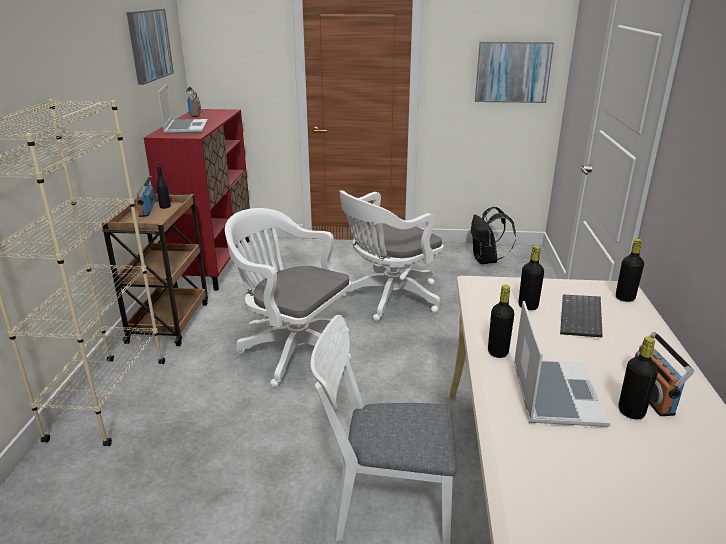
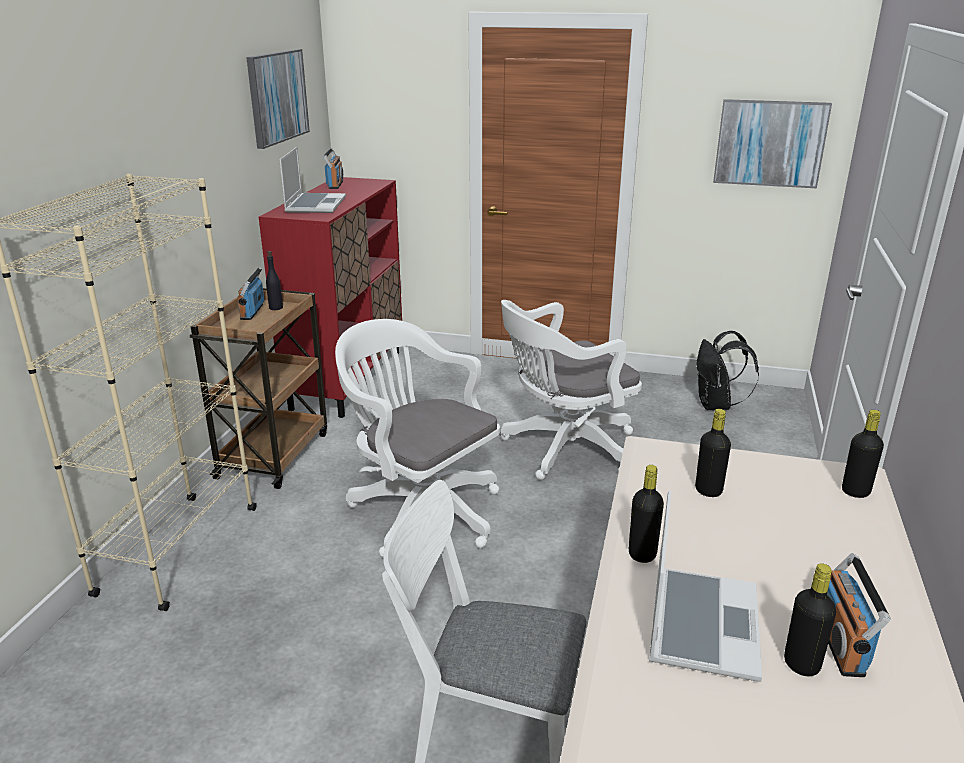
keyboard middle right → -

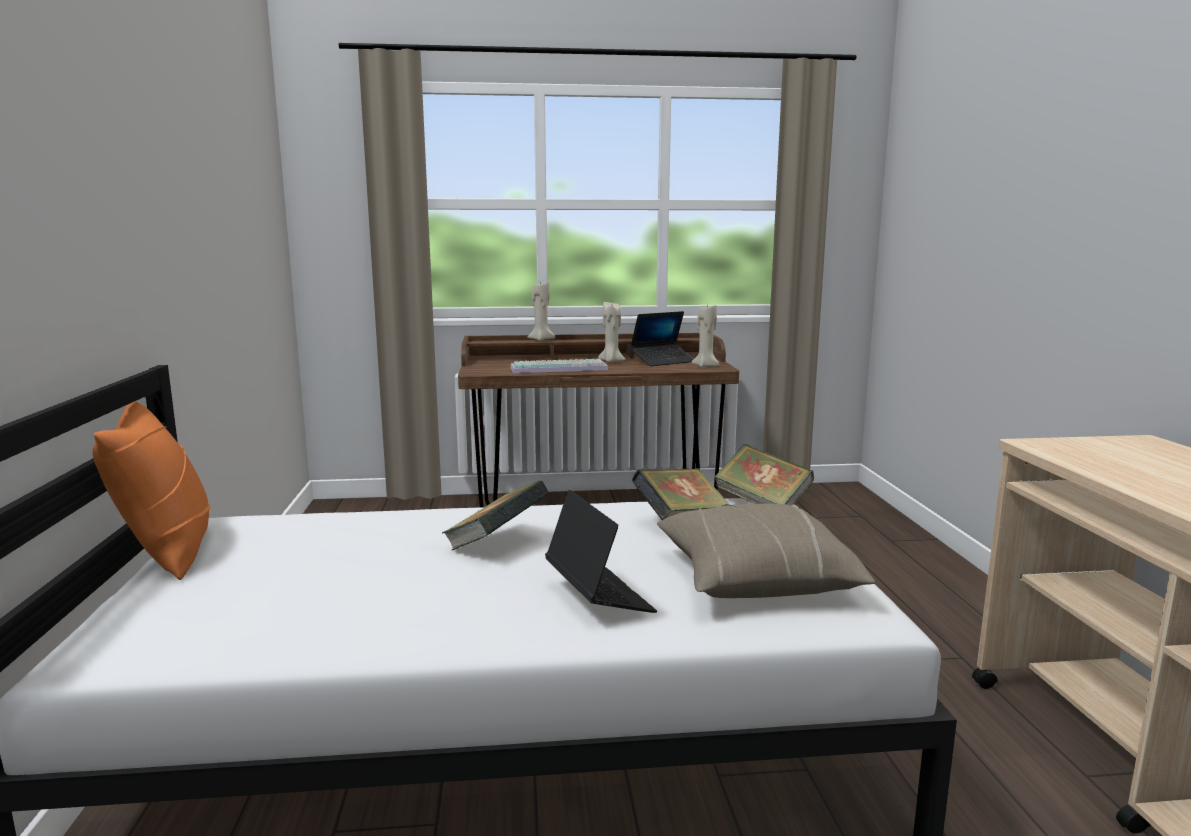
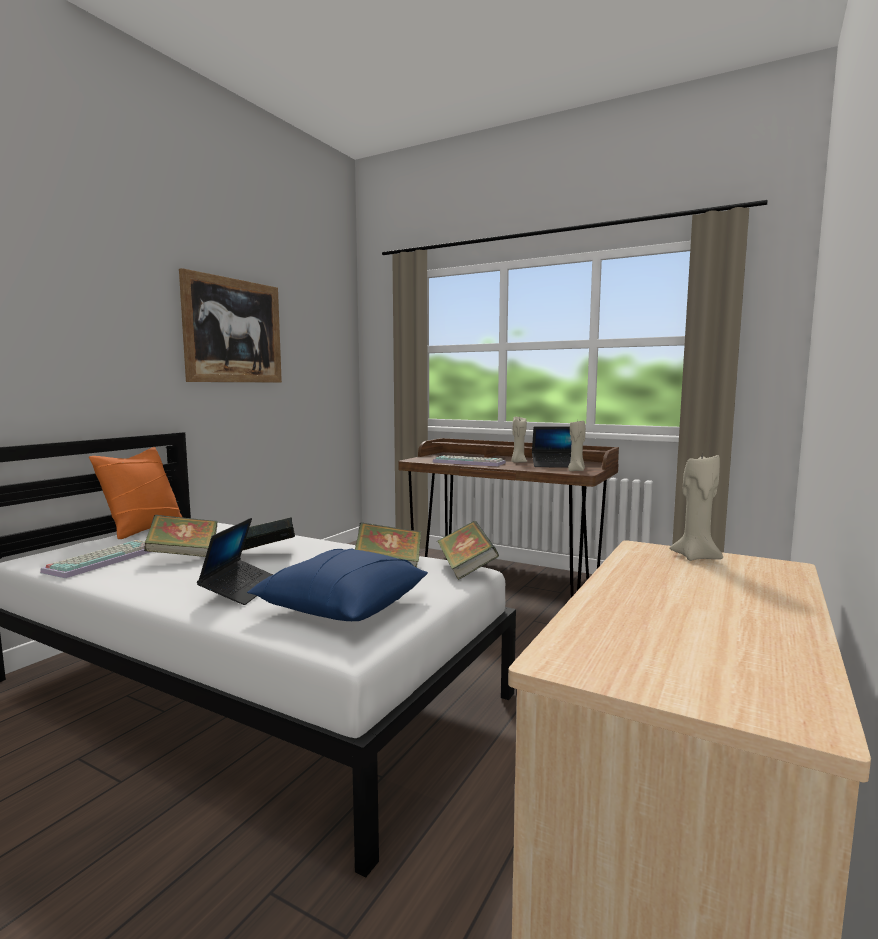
beige candle (no. 1 from left in the first image) centre → beige candle (no. 3 from left) middle right, shifted
beige pillow centre → blue pillow centre
- → keyboard (no. 1 from left) middle left
- → book (no. 1 from left) middle left
- → picture middle left

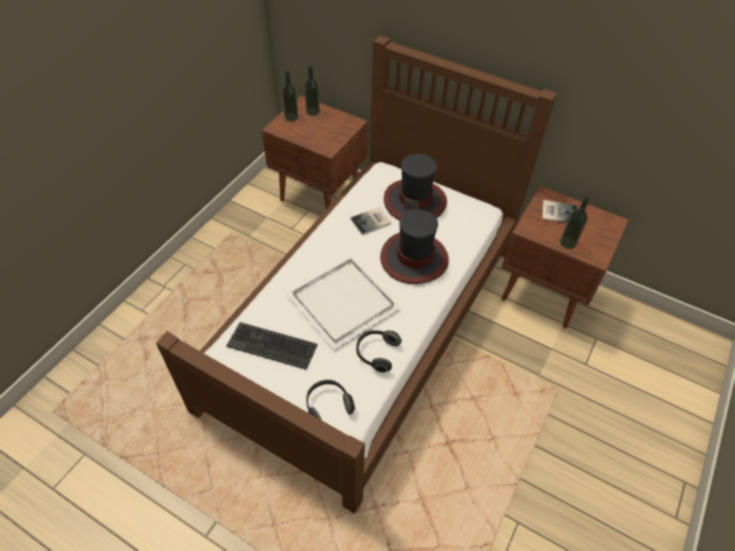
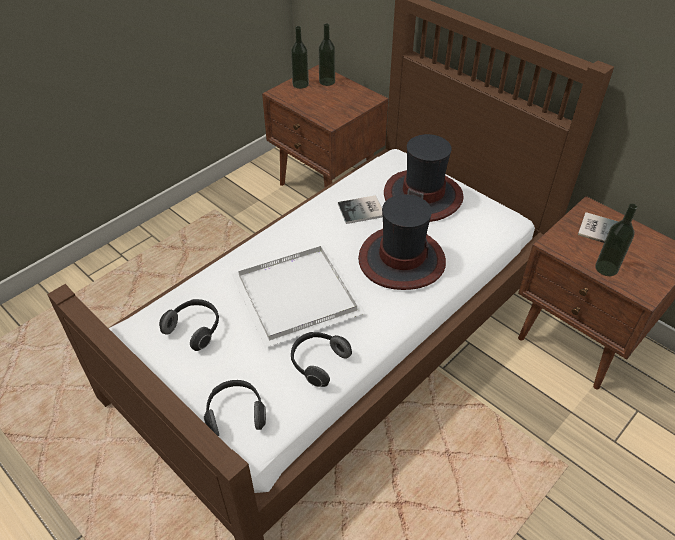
keyboard centre → headphones (no. 1 from left) middle left

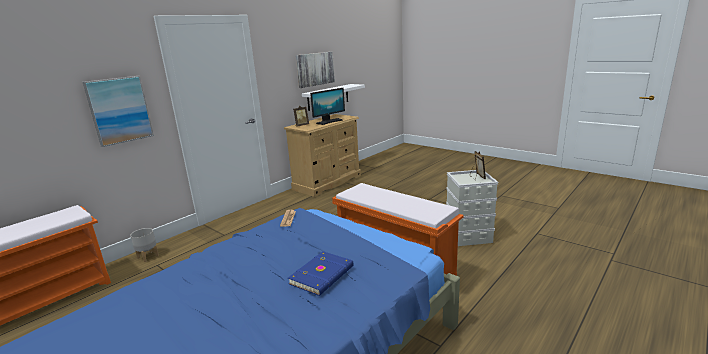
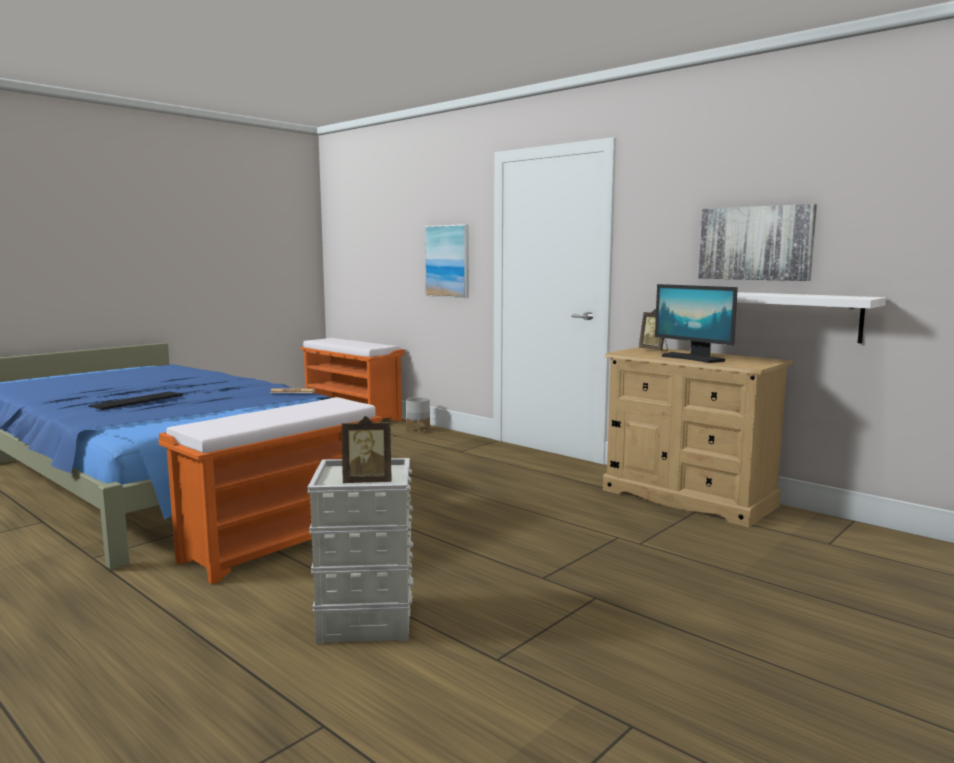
blue book bottom centre → keyboard middle left

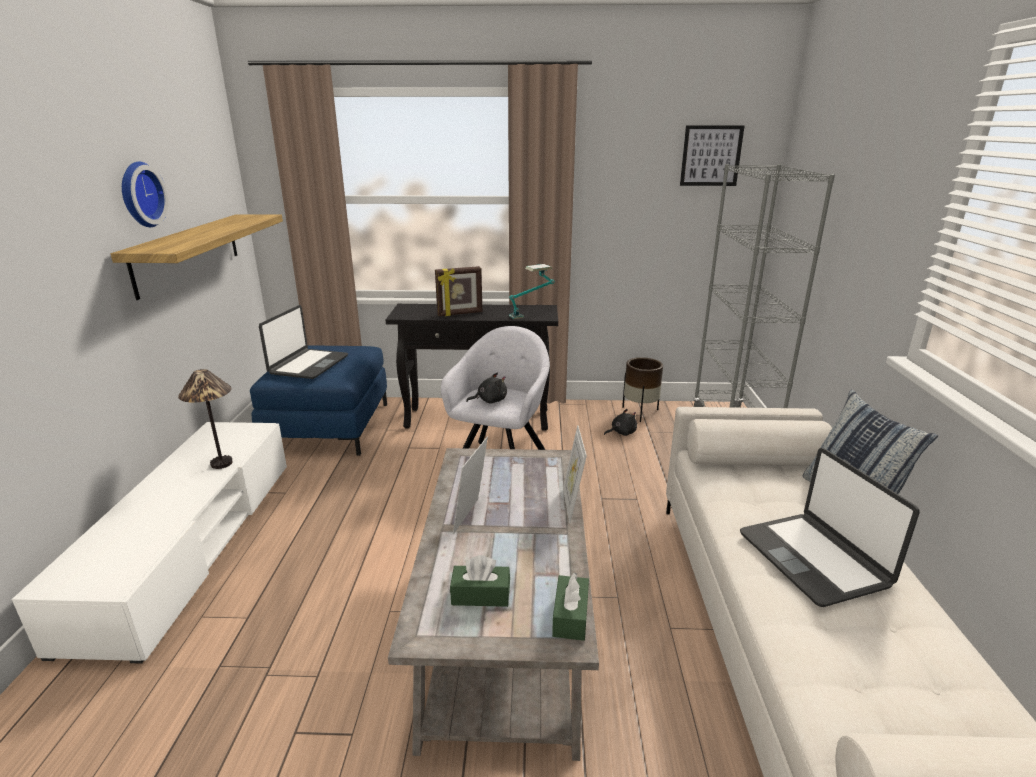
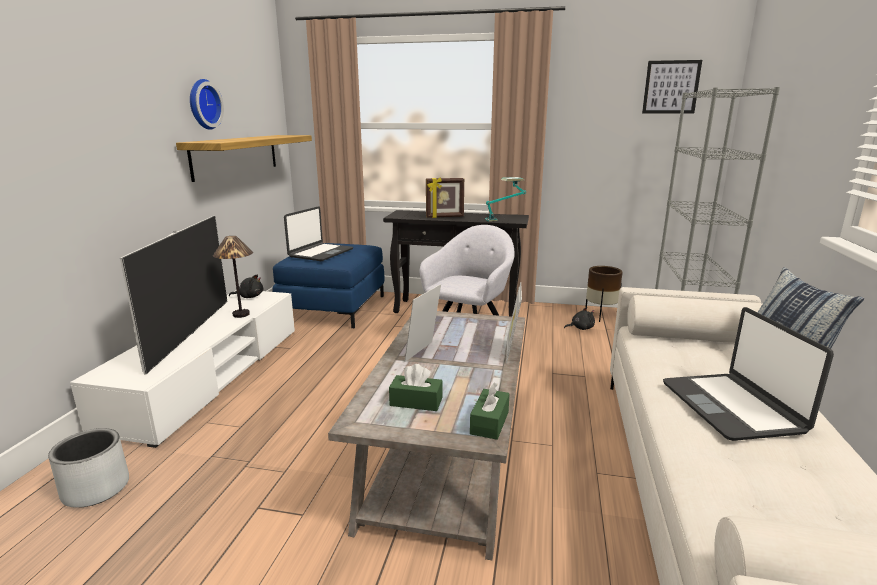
black plush toy (no. 1 from left) centre → black plush toy (no. 1 from left) middle left, shifted
- → grey planter bottom left
- → television middle left

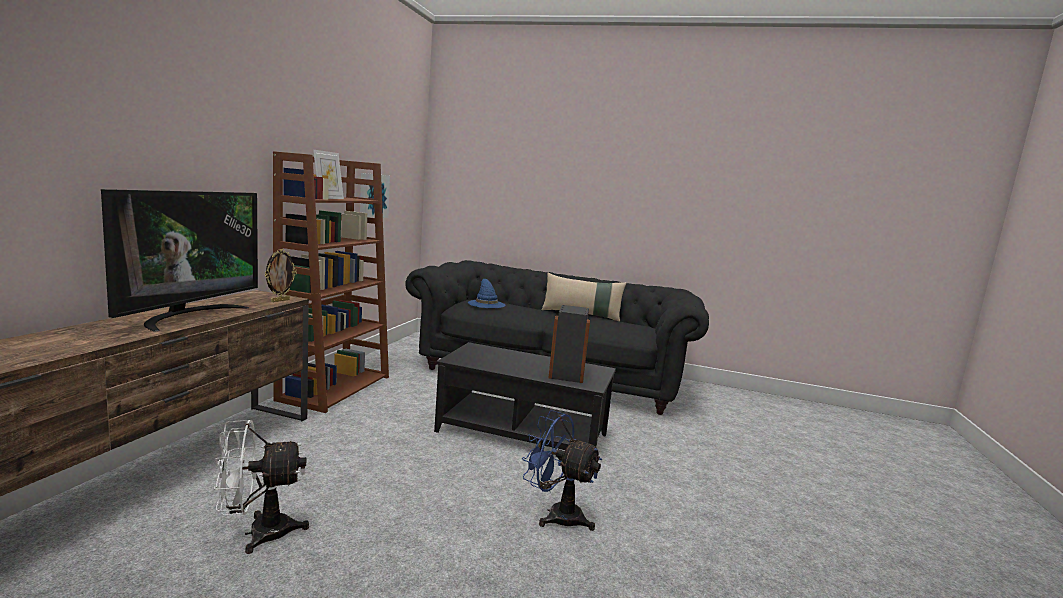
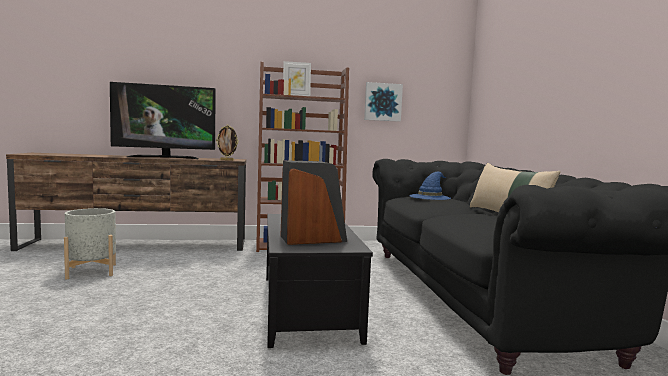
white fan bottom left → grey planter middle left
blue fan bottom centre → -

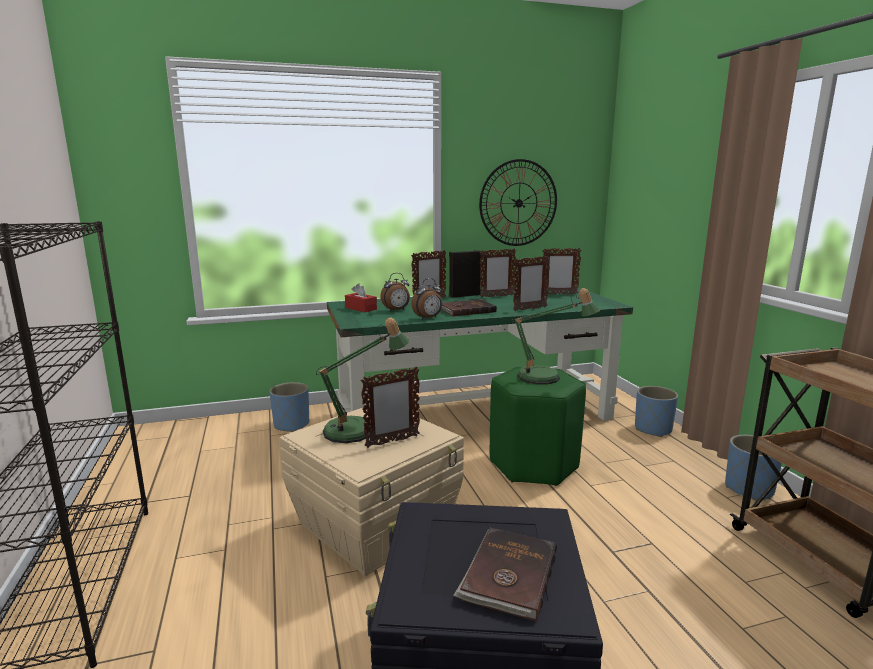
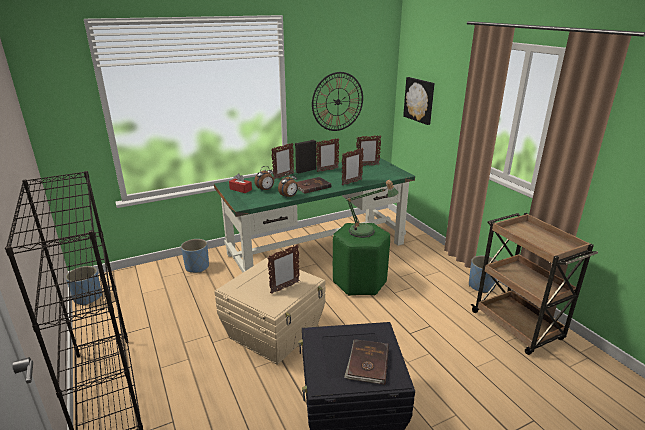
table lamp (no. 1 from left) centre → -
blue planter (no. 2 from left in the first image) middle right → blue planter (no. 1 from left) middle left, shifted
- → picture top centre

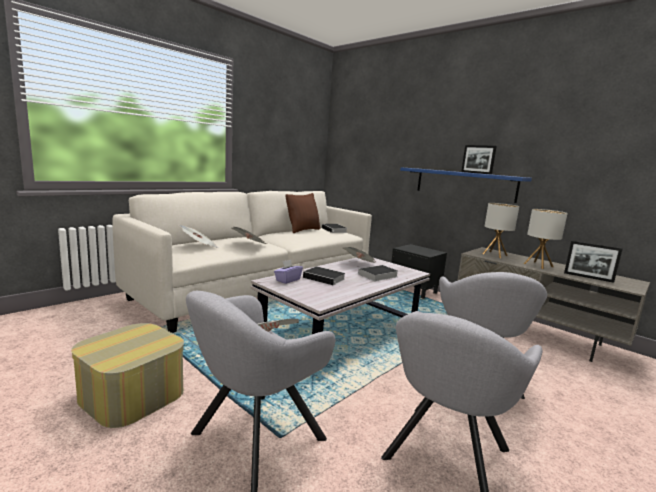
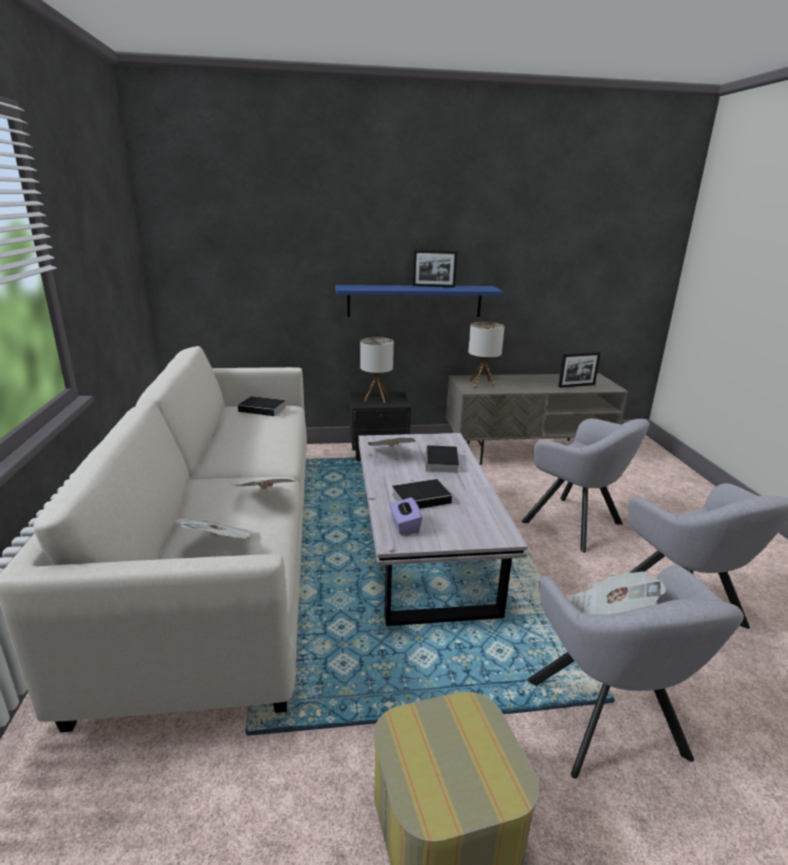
brown pillow centre → -
table lamp (no. 2 from left in the first image) middle right → table lamp (no. 1 from left) centre, shifted

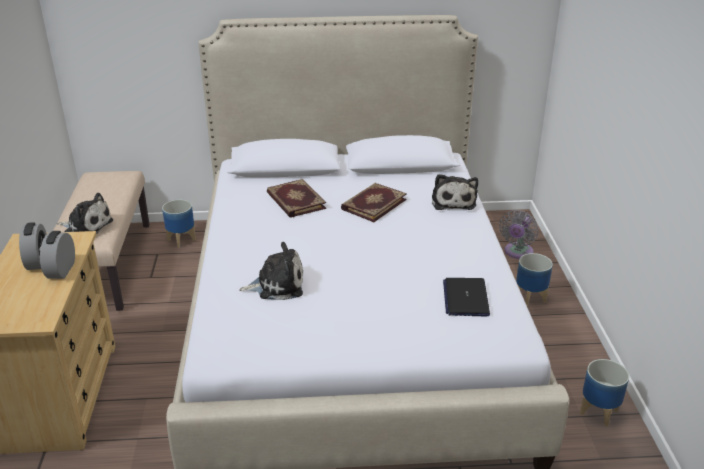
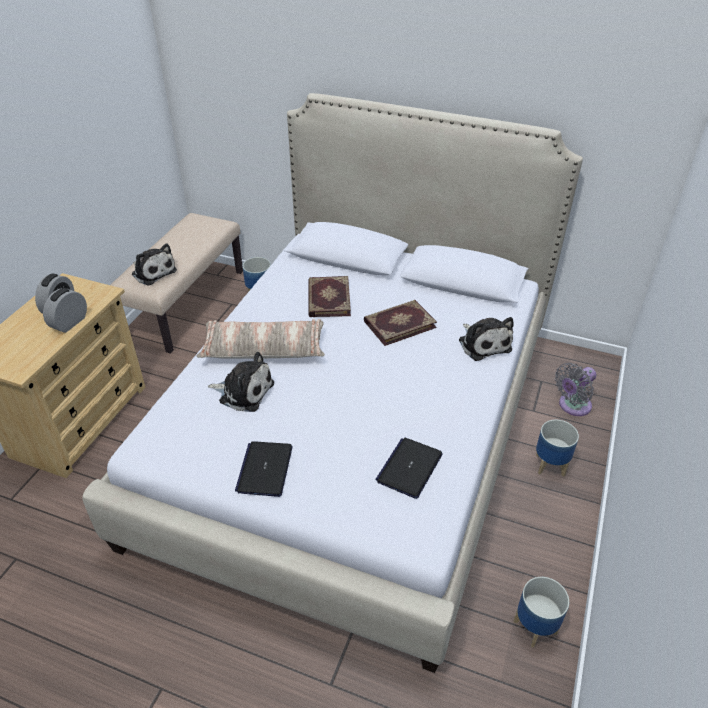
plush toy (no. 3 from left) centre → plush toy (no. 3 from left) middle right, 45 degrees counterclockwise
- → pillow centre
- → laptop (no. 1 from left) centre

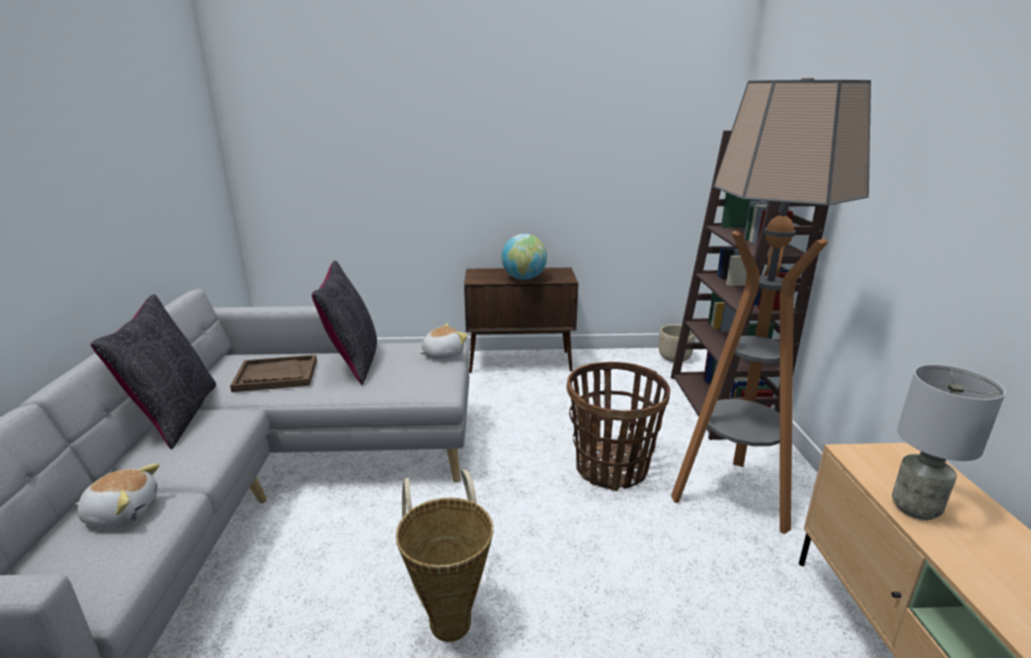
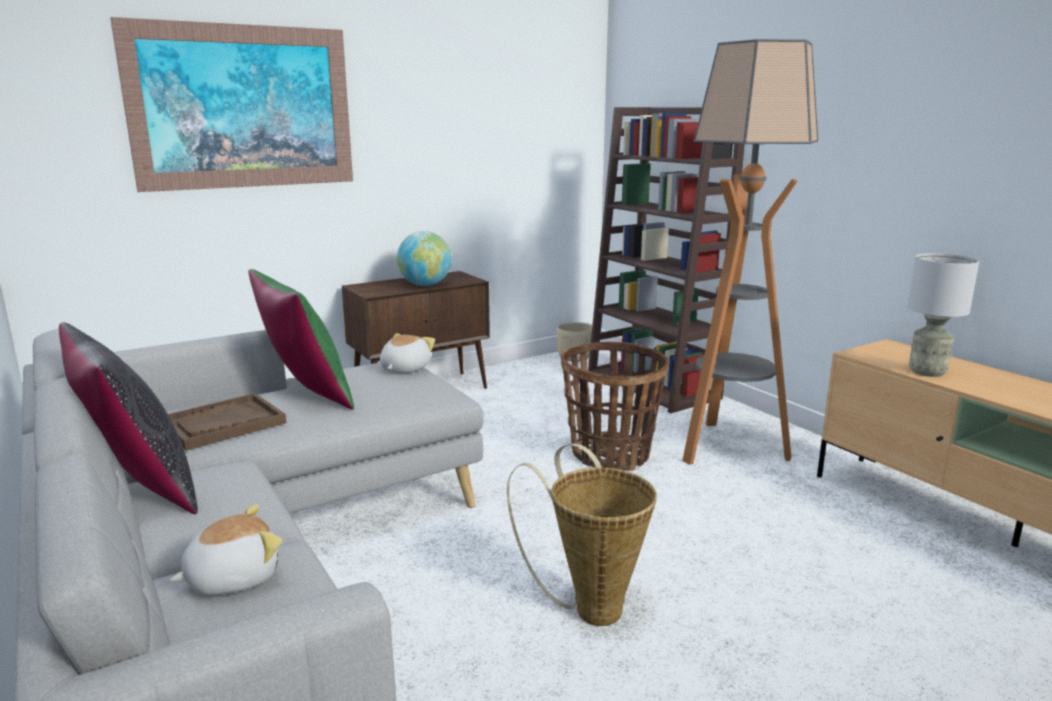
black pillow (no. 2 from left) centre → green pillow middle left
- → picture top left

